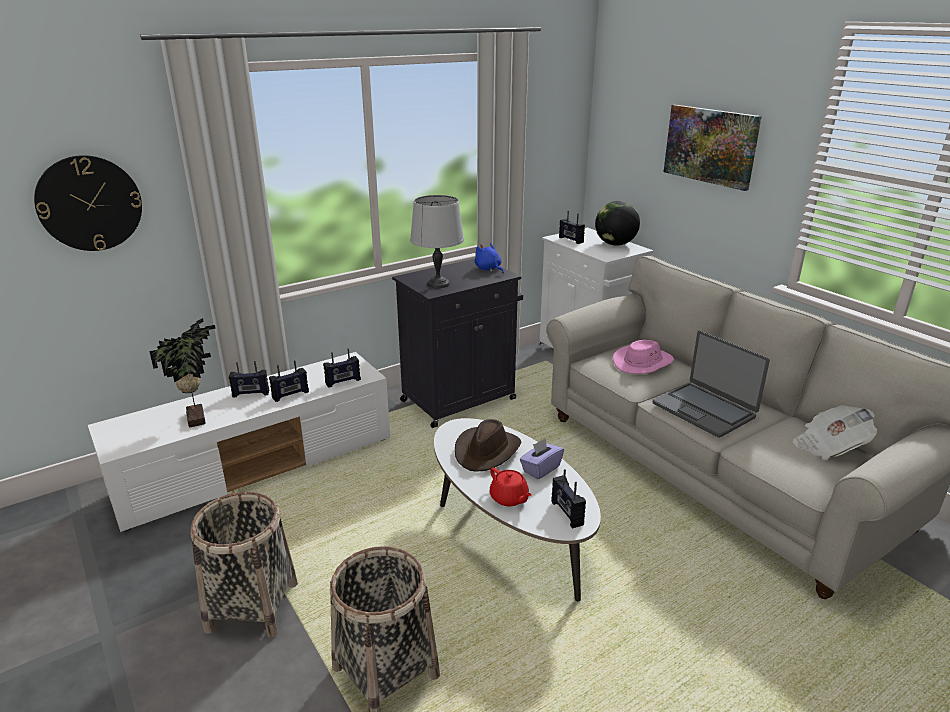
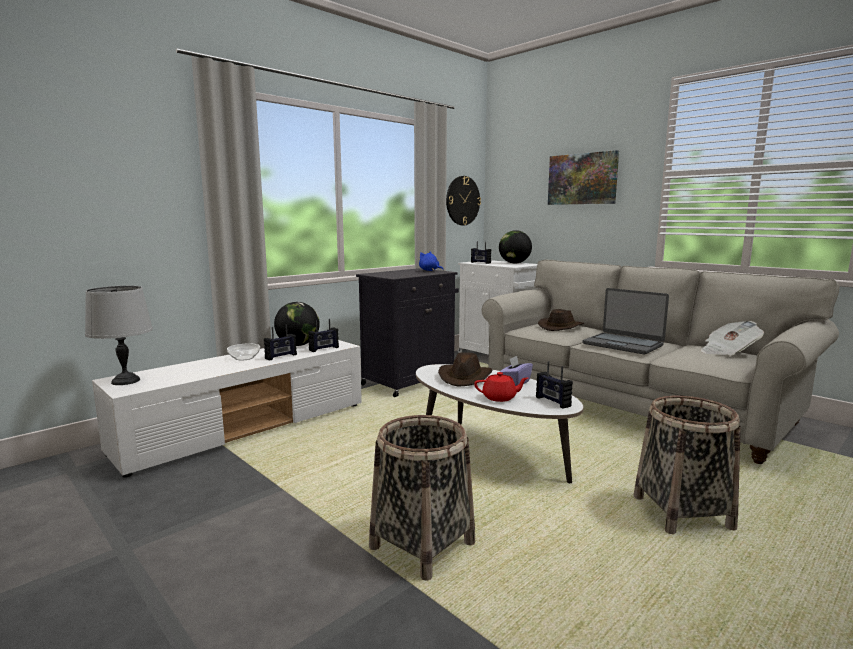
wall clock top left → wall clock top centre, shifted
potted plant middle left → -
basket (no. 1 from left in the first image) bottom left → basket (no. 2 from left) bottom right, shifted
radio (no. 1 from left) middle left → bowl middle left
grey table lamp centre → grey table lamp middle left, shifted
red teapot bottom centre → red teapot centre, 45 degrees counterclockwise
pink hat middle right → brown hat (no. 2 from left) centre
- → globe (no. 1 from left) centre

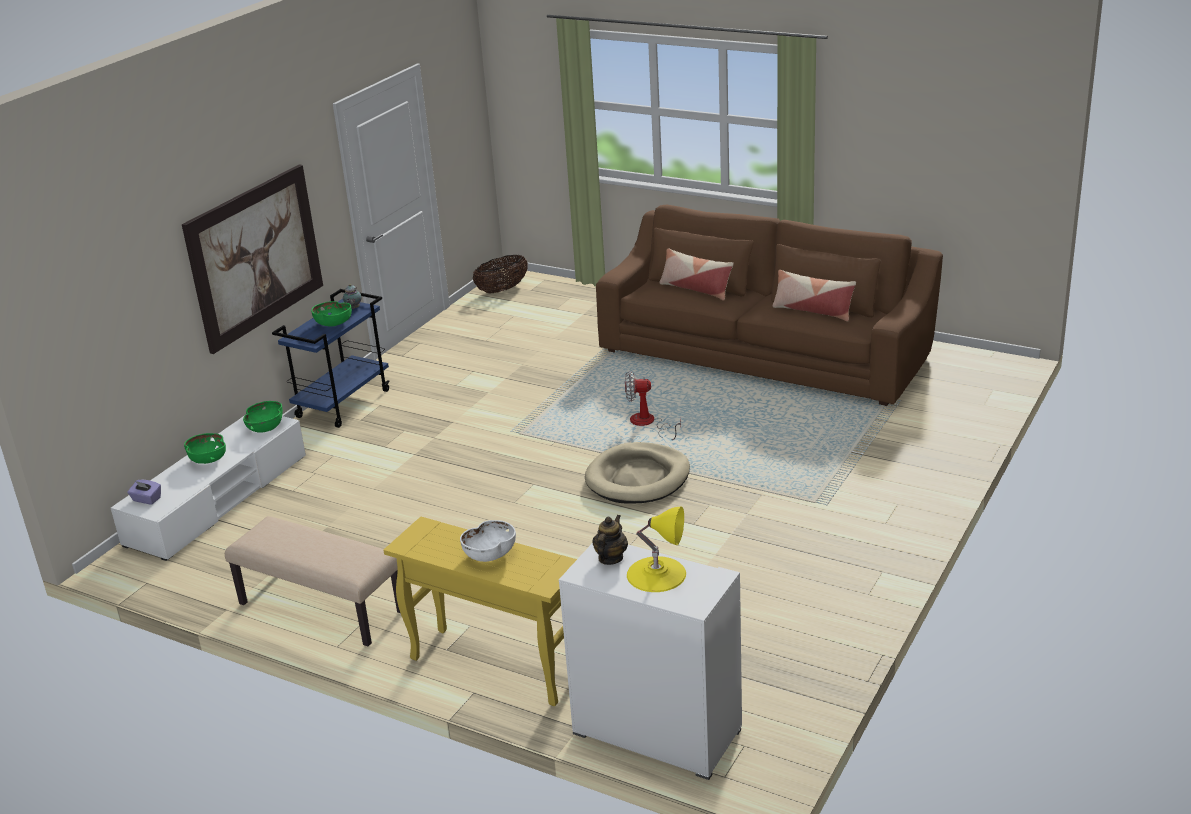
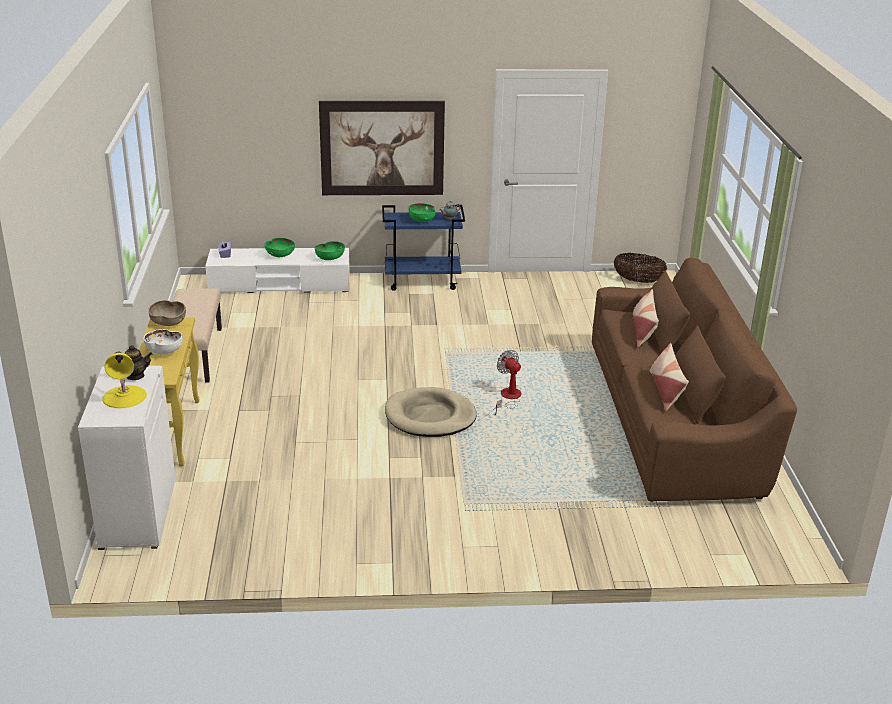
- → brown bowl middle left

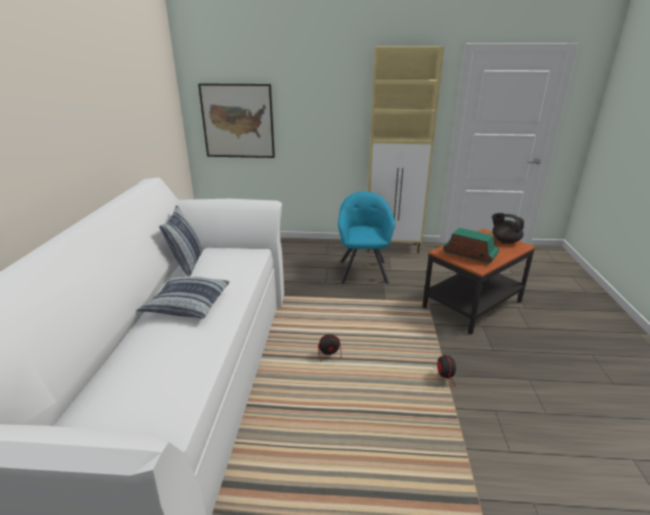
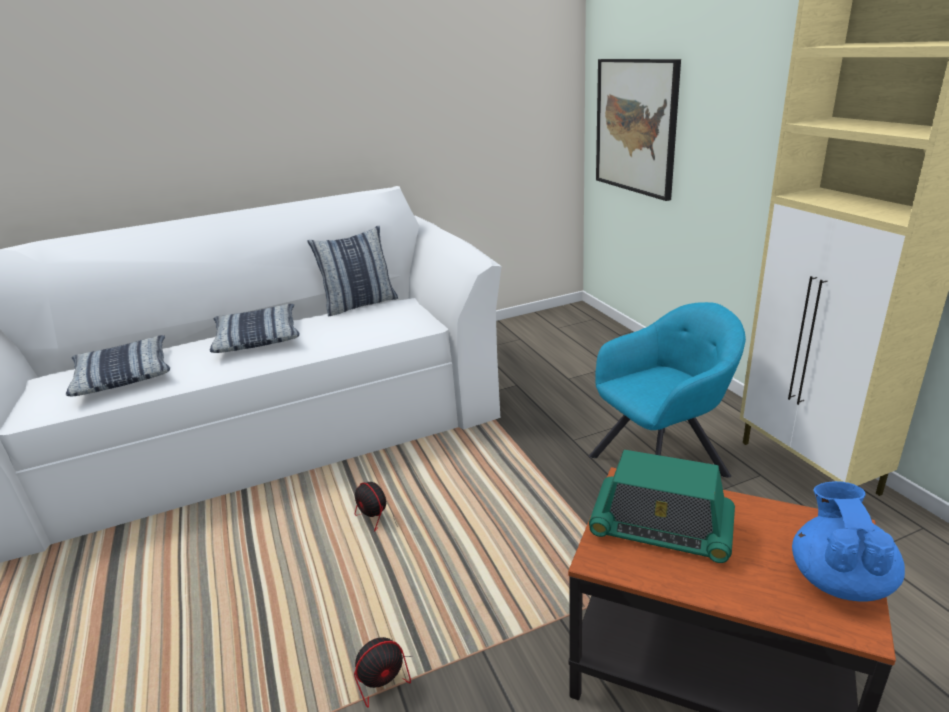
radio middle right → radio bottom right, 105 degrees clockwise
black teapot middle right → blue teapot bottom right
- → pillow (no. 1 from left) middle left

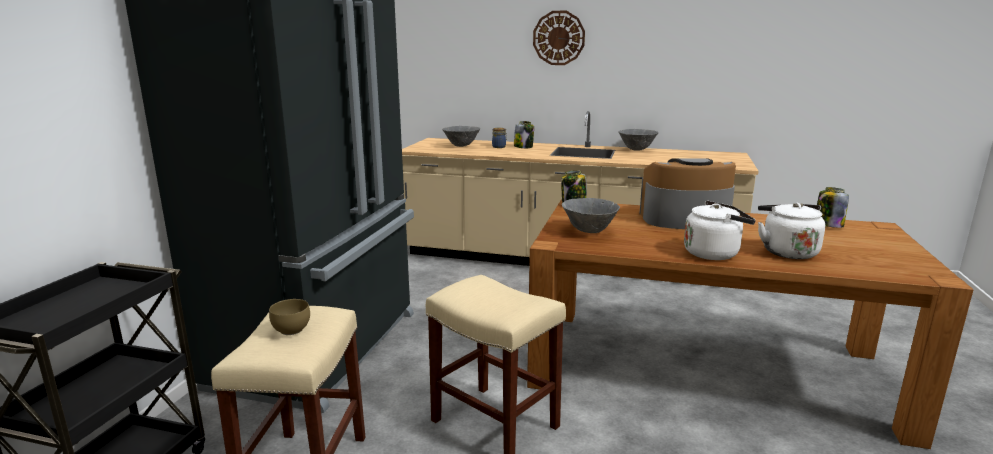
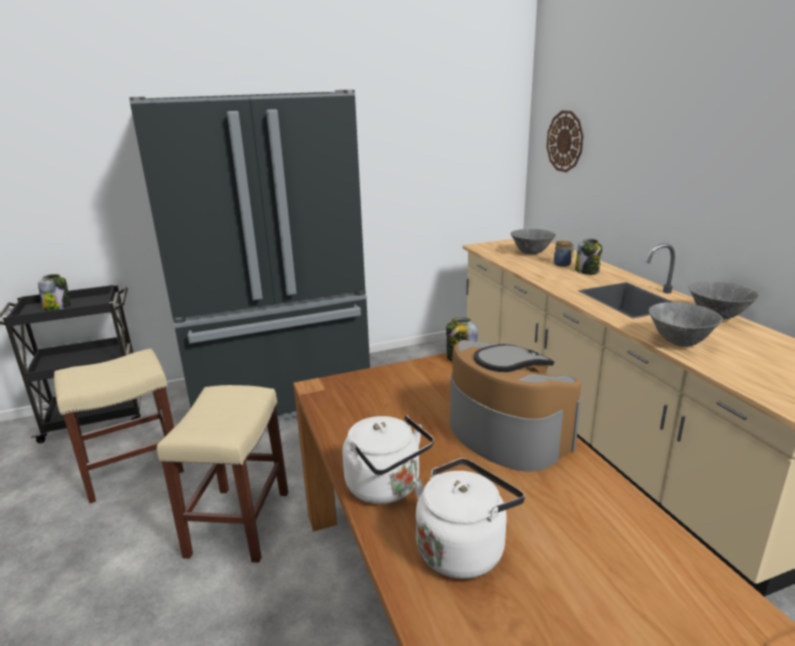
brown bowl bottom left → -
wall clock top centre → wall clock top right, shifted
grey bowl (no. 2 from left) centre → grey bowl (no. 2 from left) middle right, shifted
jar (no. 4 from left in the first image) middle right → jar (no. 1 from left) middle left, shifted

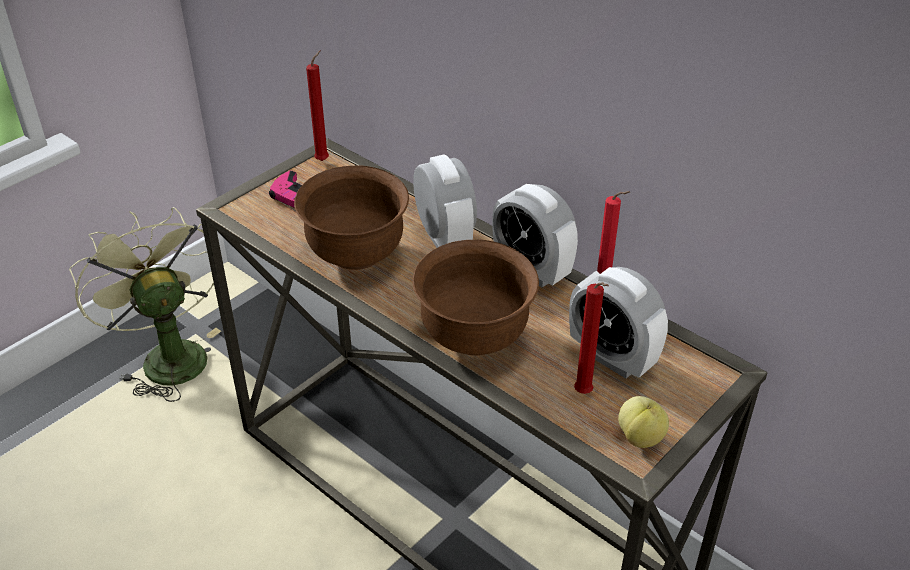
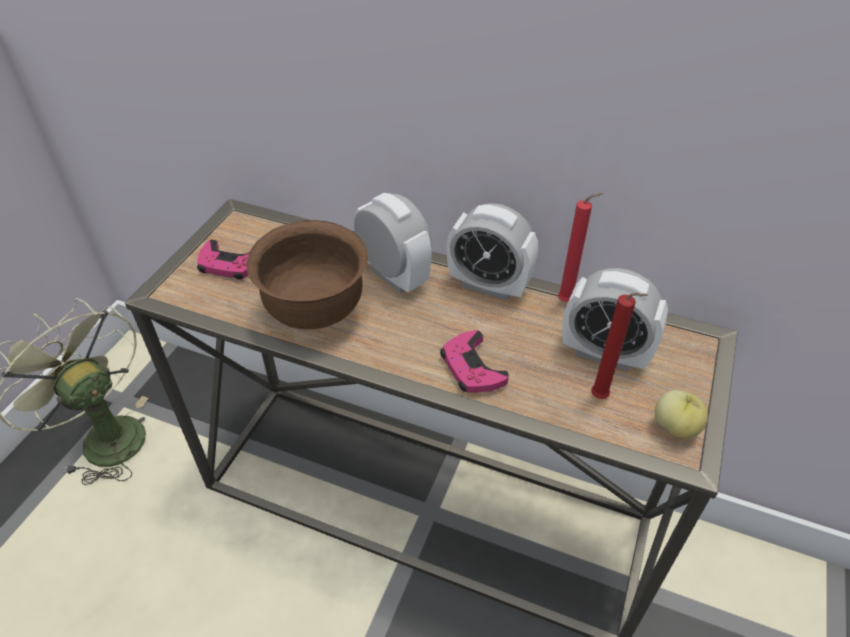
red candle (no. 1 from left) top centre → -
brown bowl (no. 2 from left) centre → pink game controller (no. 2 from left) centre

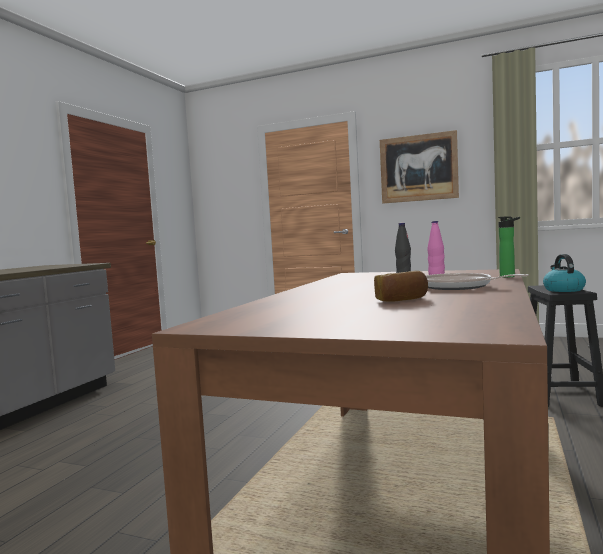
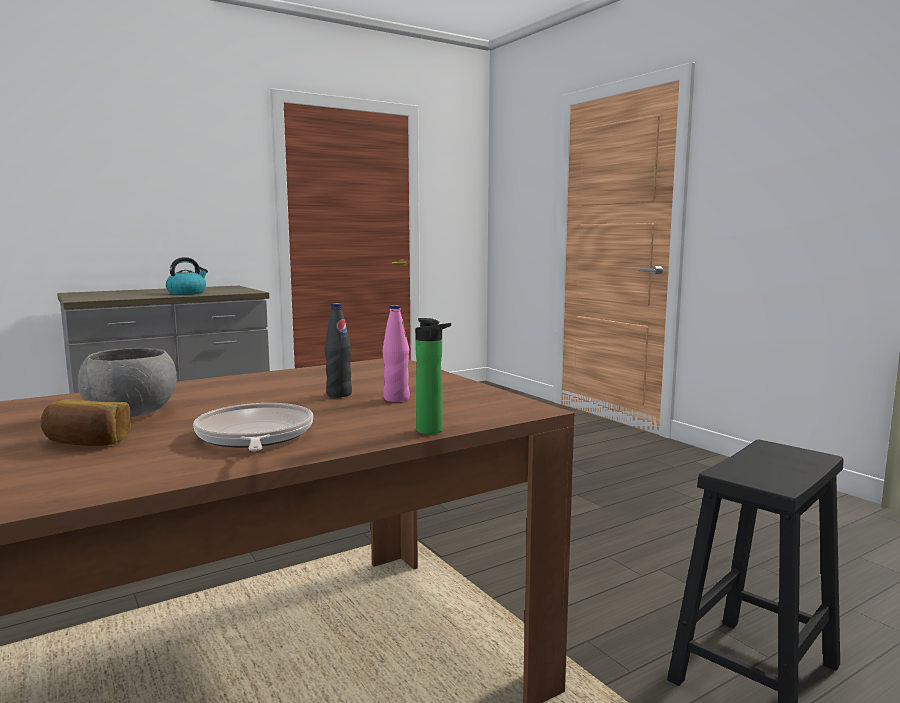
picture top right → -
kettle middle right → kettle middle left, shifted
- → grey bowl middle left

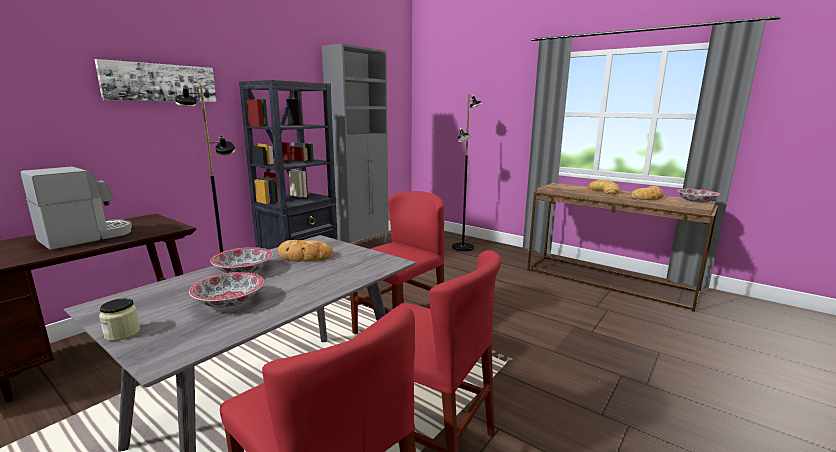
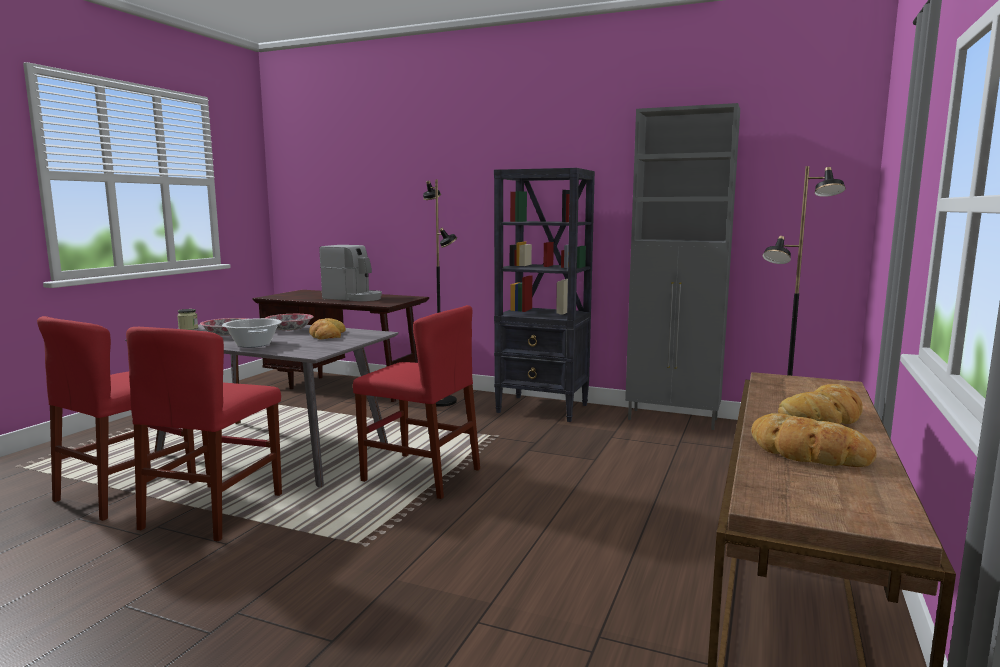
picture top left → -
bowl (no. 3 from left) middle right → -
- → cooking pot middle left

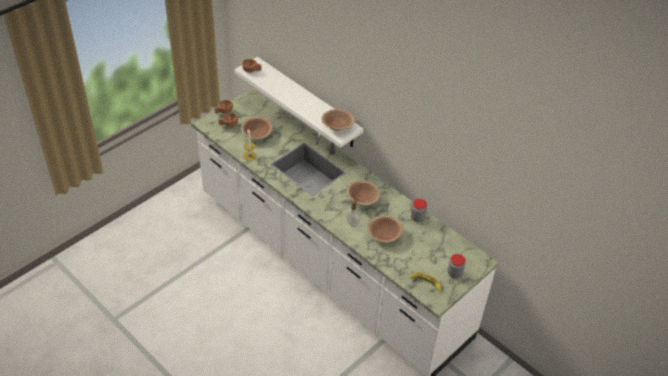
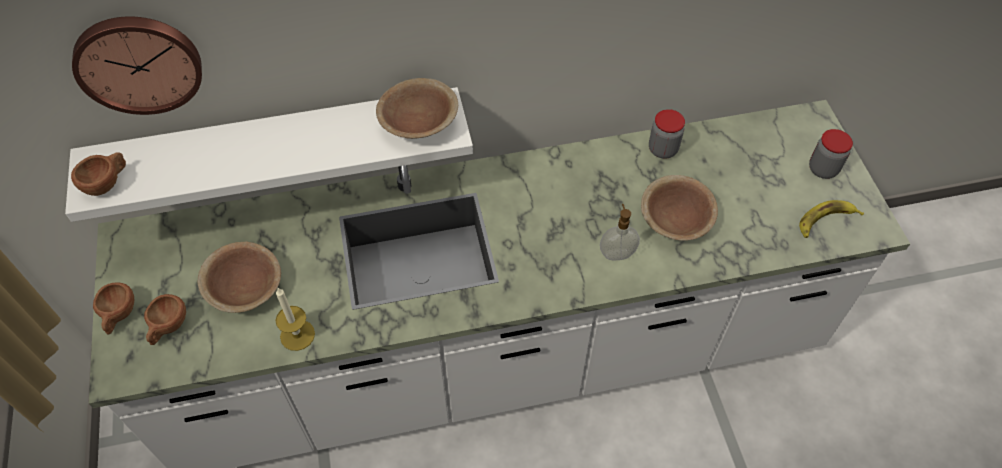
brown bowl (no. 3 from left) centre → -
- → wall clock top left

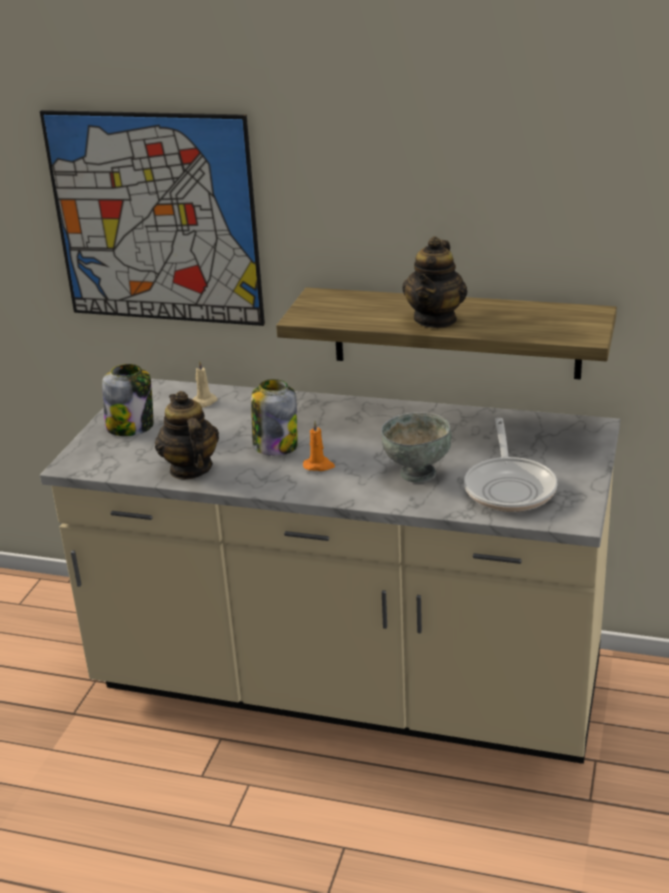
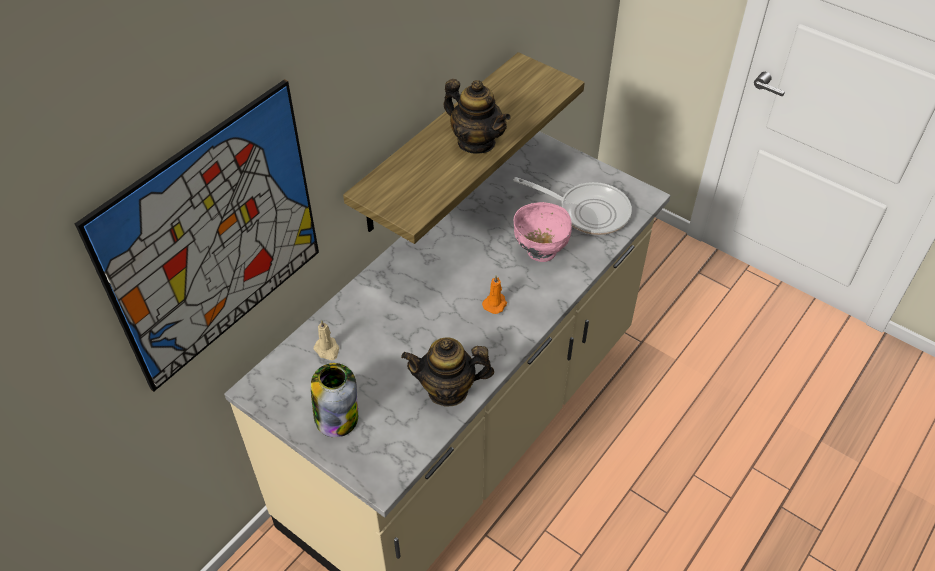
jar (no. 2 from left) centre → -
grey bowl centre → pink bowl centre

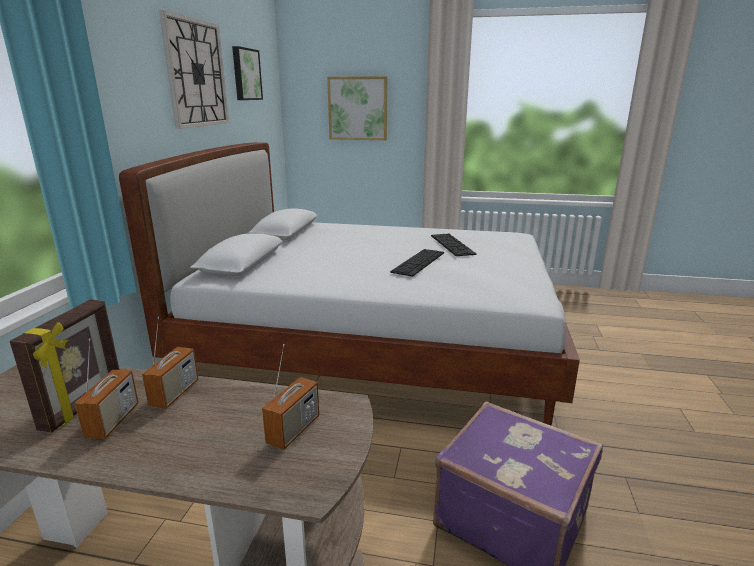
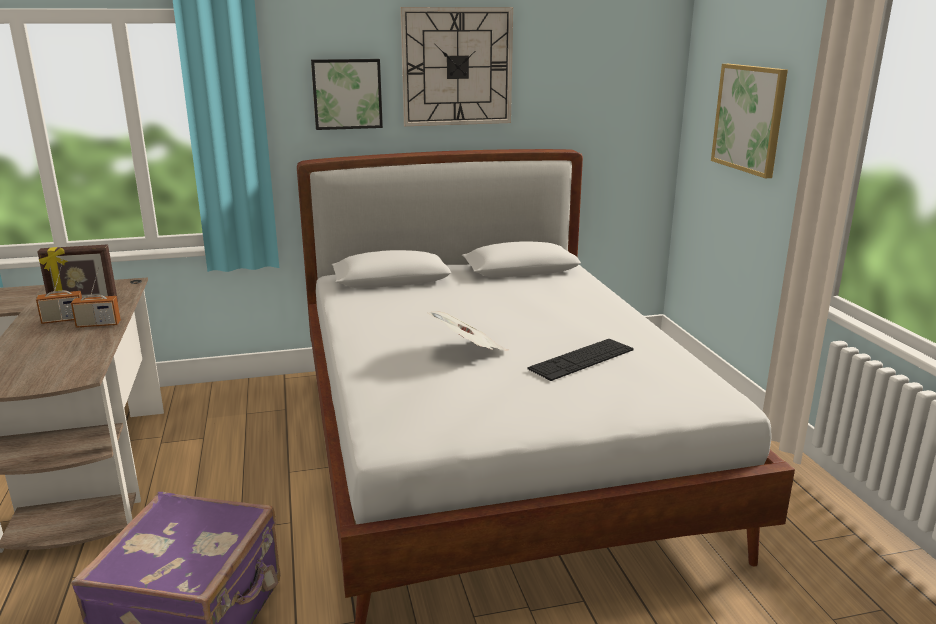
picture (no. 1 from left) top left → picture (no. 1 from left) top centre, shifted
radio (no. 3 from left) bottom centre → -
keyboard (no. 1 from left) centre → newspaper centre

